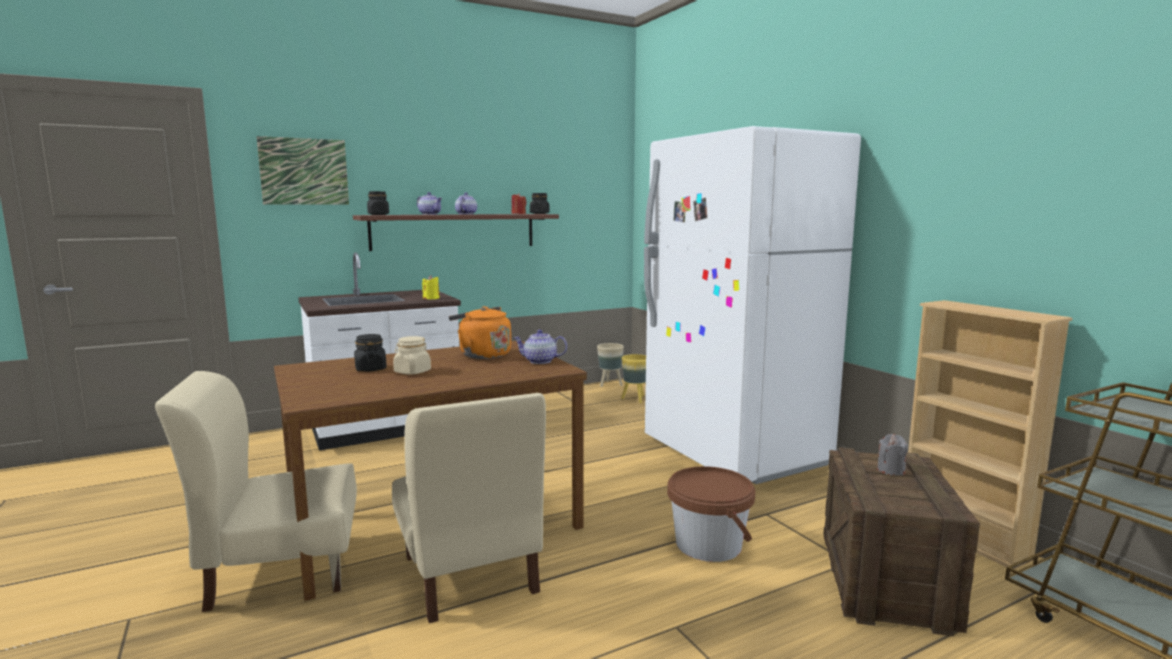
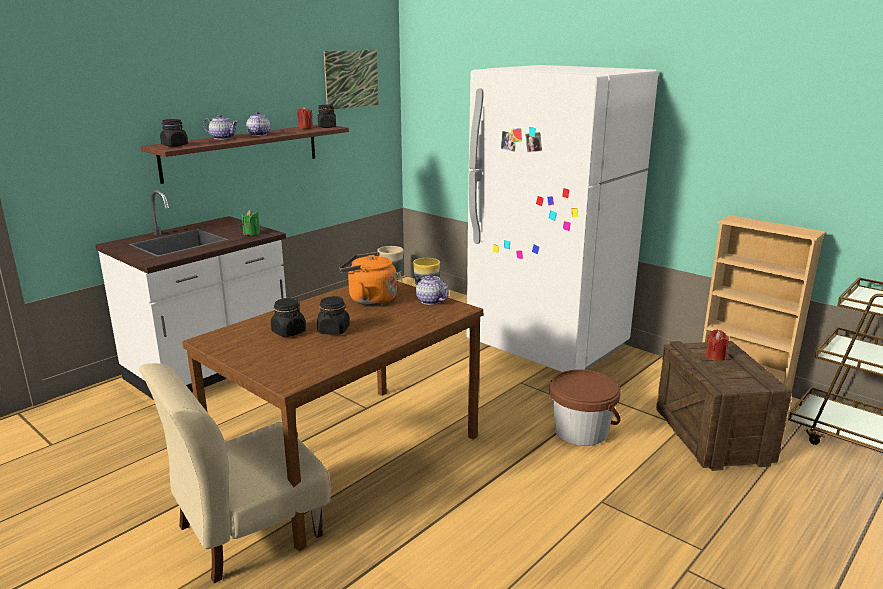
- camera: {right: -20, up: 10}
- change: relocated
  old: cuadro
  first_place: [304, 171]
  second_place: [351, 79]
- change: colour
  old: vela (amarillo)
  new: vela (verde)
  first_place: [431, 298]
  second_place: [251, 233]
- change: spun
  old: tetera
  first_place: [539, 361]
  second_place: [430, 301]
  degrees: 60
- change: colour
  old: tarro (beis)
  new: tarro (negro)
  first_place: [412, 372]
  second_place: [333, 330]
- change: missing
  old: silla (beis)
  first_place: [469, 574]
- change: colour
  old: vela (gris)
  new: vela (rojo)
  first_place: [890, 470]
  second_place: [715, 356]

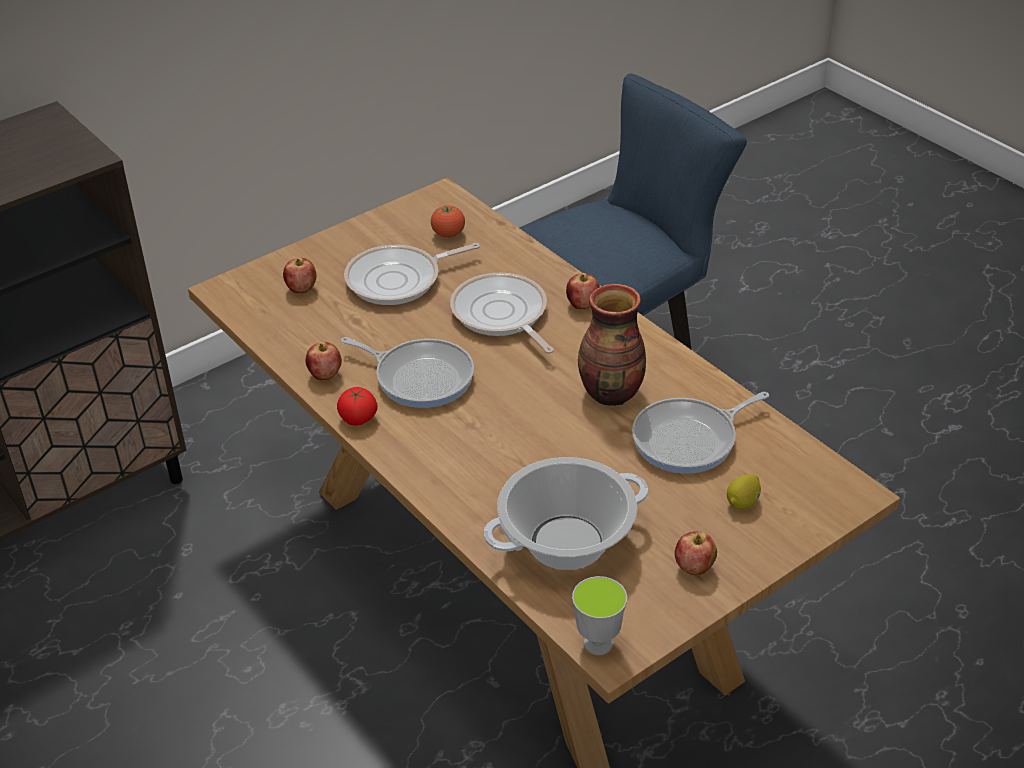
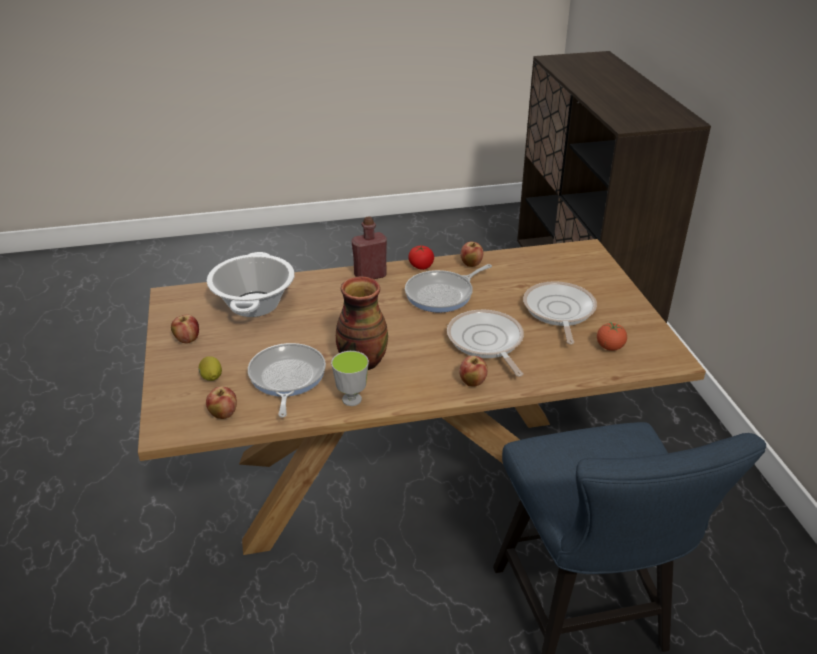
- camera: {right: 115, up: -5}
- change: relocated
  old: manzana
  first_place: [301, 289]
  second_place: [223, 414]
- change: spun
  old: sartén
  first_place: [501, 315]
  second_place: [486, 342]
  degrees: -105
- change: relocated
  old: taza
  first_place: [598, 644]
  second_place: [351, 399]
- change: appeared
  new: botella (rojo)
  second_place: [370, 275]

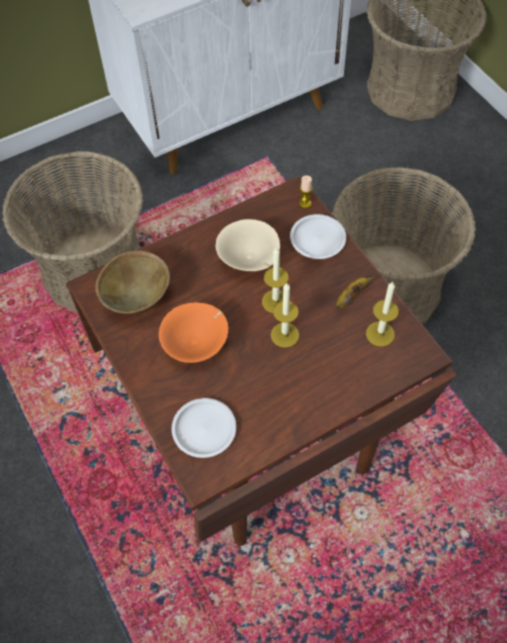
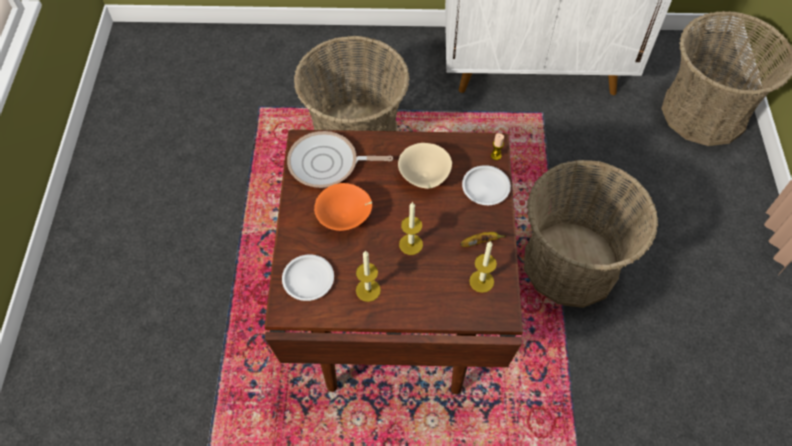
- camera: {right: 30, up: 0}
- change: relocated
  old: vela
  first_place: [275, 301]
  second_place: [368, 290]
- change: exchanged
  old: cuenco (marrón)
  new: sartén
  first_place: [137, 298]
  second_place: [327, 164]

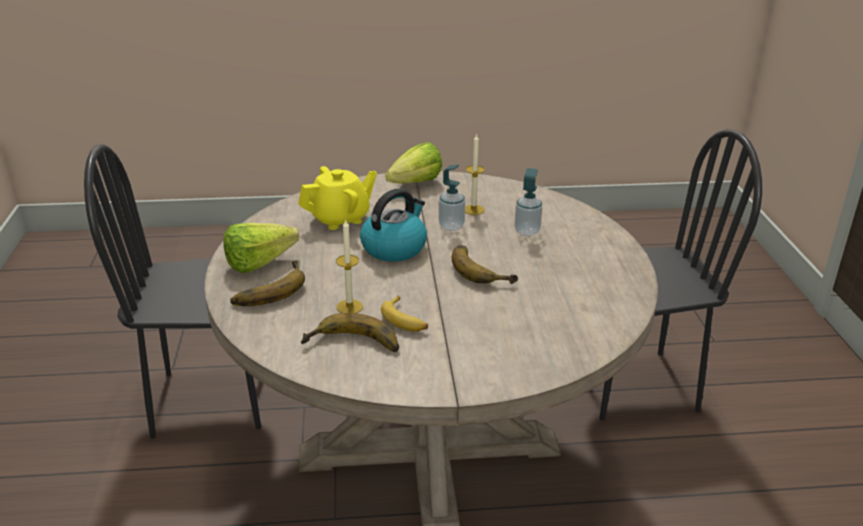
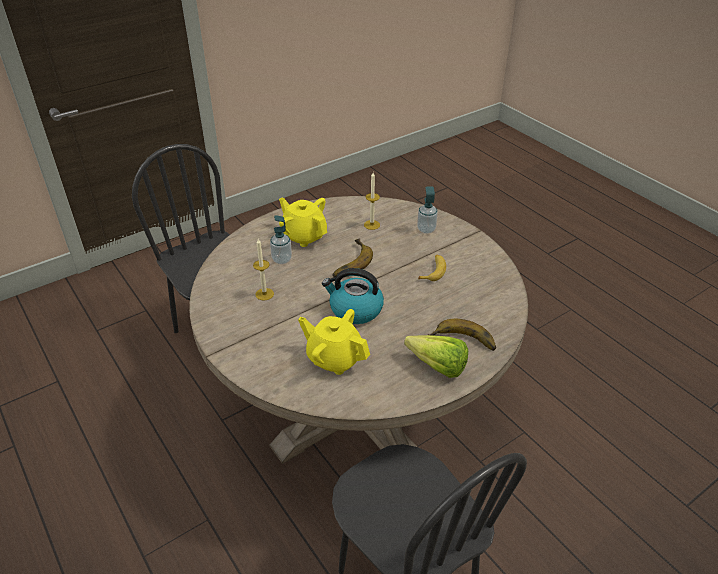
- camera: {right: -120, up: 10}
- change: missing
  old: lechuga
  first_place: [410, 185]
- change: relocated
  old: dispensador de jabón
  first_place: [451, 226]
  second_place: [426, 229]
- change: relocated
  old: vela
  first_place: [349, 307]
  second_place: [372, 225]
- change: missing
  old: plátano
  first_place: [352, 346]
- change: appeared
  new: tetera (amarillo)
  second_place: [304, 236]

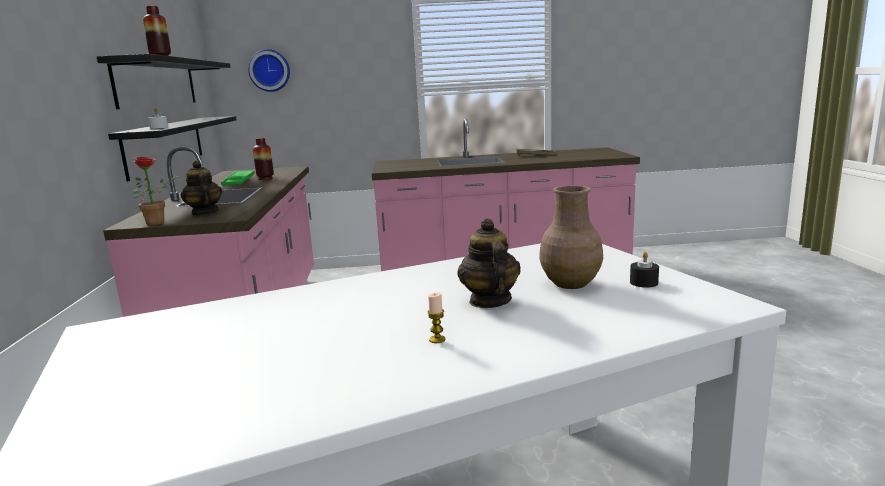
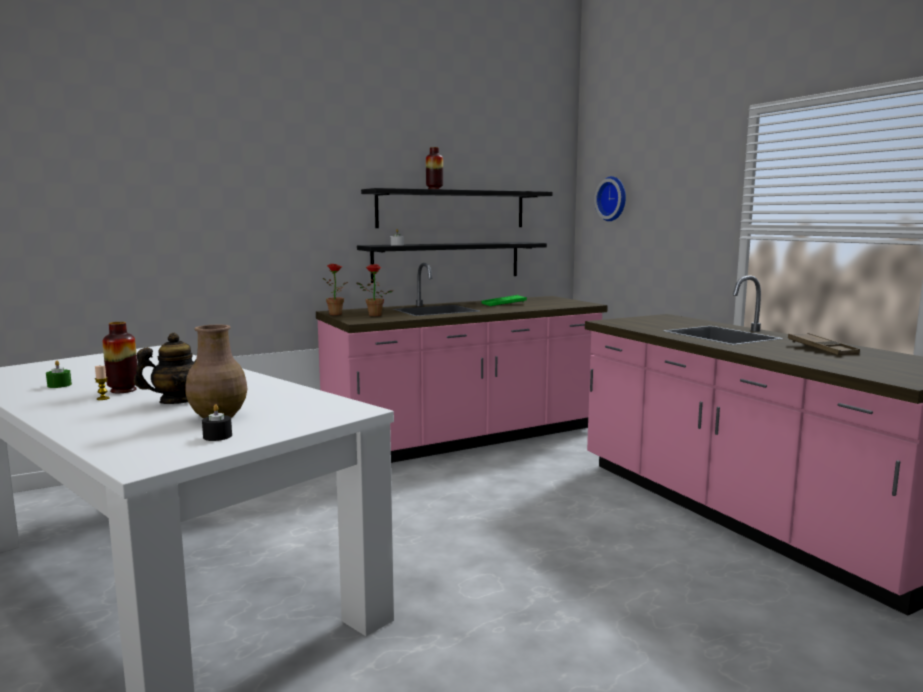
- camera: {right: 65, up: -5}
- change: relocated
  old: florero
  first_place: [265, 178]
  second_place: [123, 390]
- change: exchanged
  old: tetera
  new: planta en maceta
  first_place: [204, 212]
  second_place: [373, 315]
- change: appeared
  new: vela (verde)
  second_place: [59, 385]

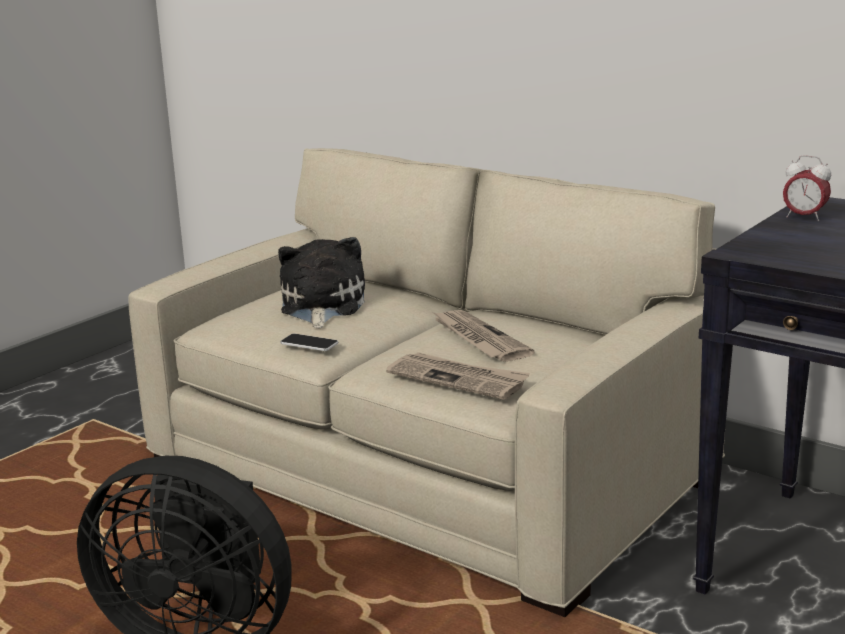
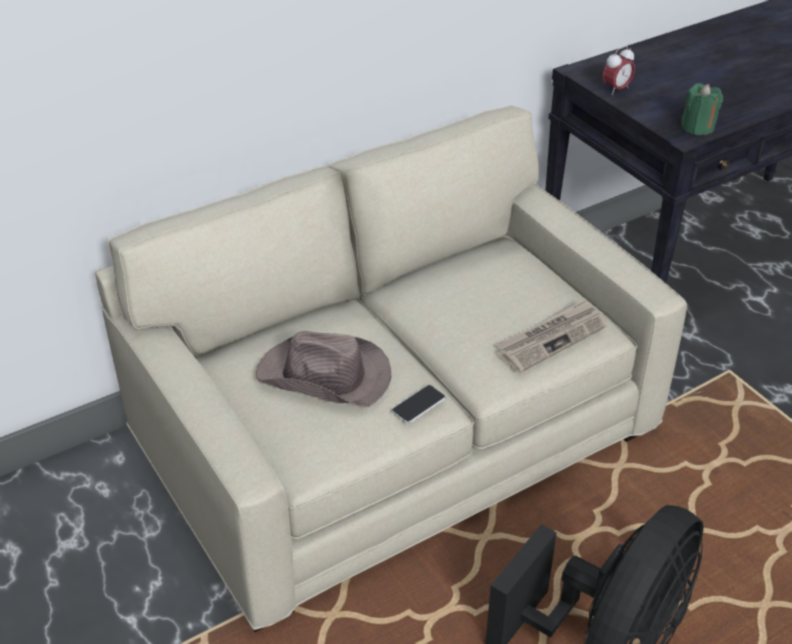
- camera: {right: -70, up: 20}
- change: exchanged
  old: peluche
  new: sombrero (marrón)
  first_place: [321, 306]
  second_place: [325, 377]
- change: missing
  old: periódico
  first_place: [478, 339]
- change: appeared
  new: vela (verde)
  second_place: [698, 127]

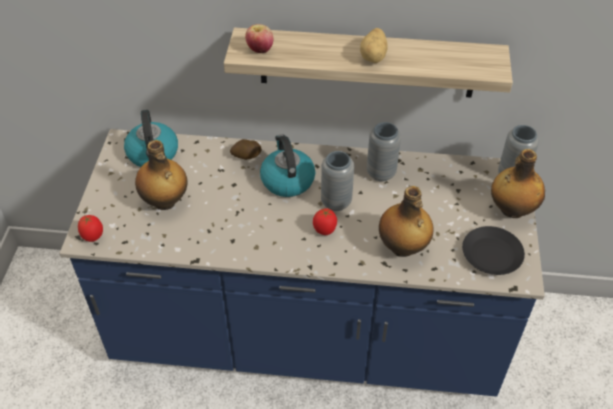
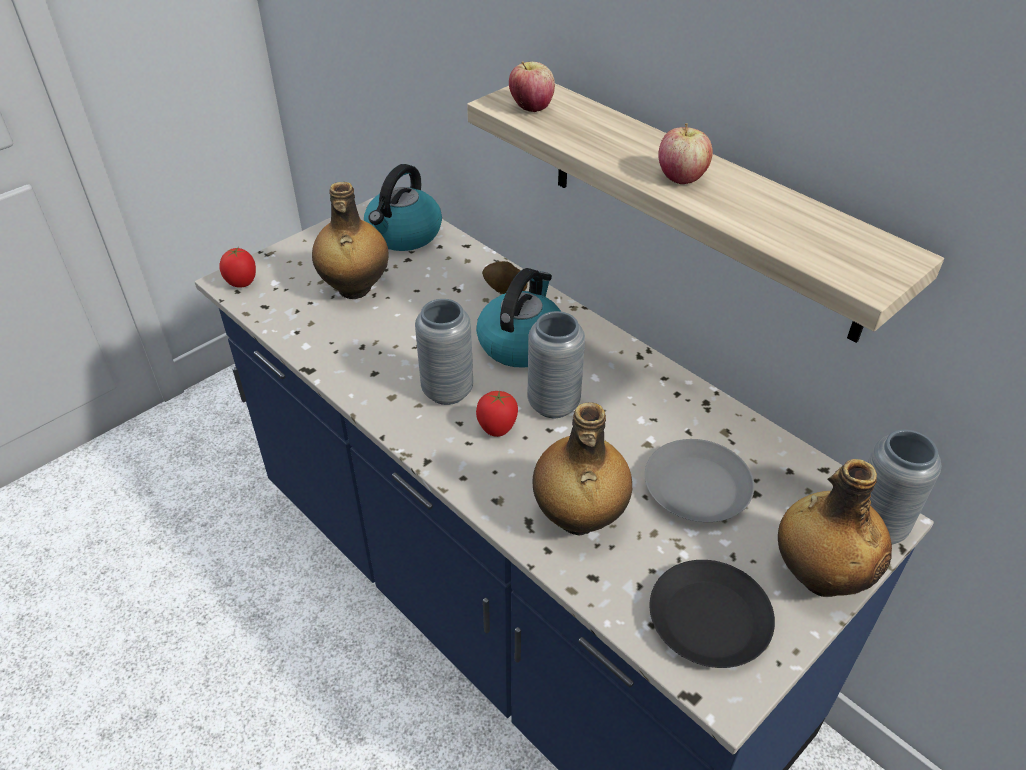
- camera: {right: 40, up: -5}
- change: exchanged
  old: patata
  new: manzana
  first_place: [374, 56]
  second_place: [681, 177]
- change: relocated
  old: florero (gris)
  first_place: [381, 173]
  second_place: [447, 391]
- change: appeared
  new: plato (gris)
  second_place: [696, 487]

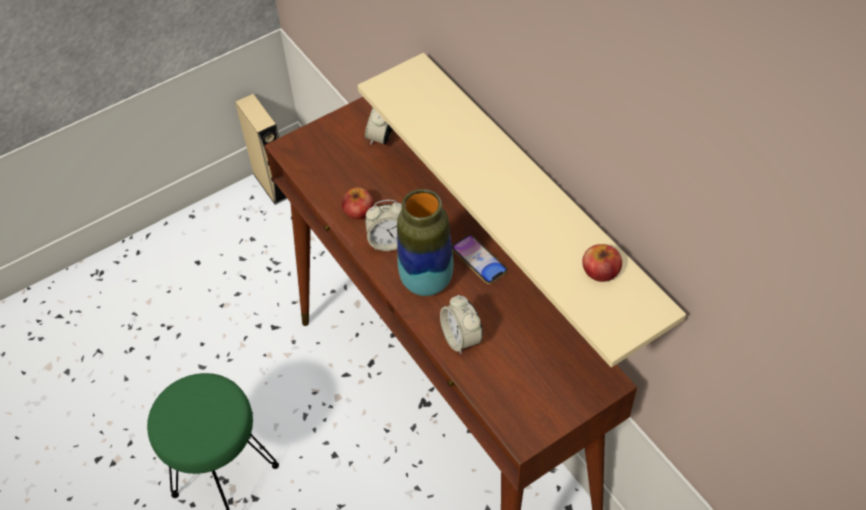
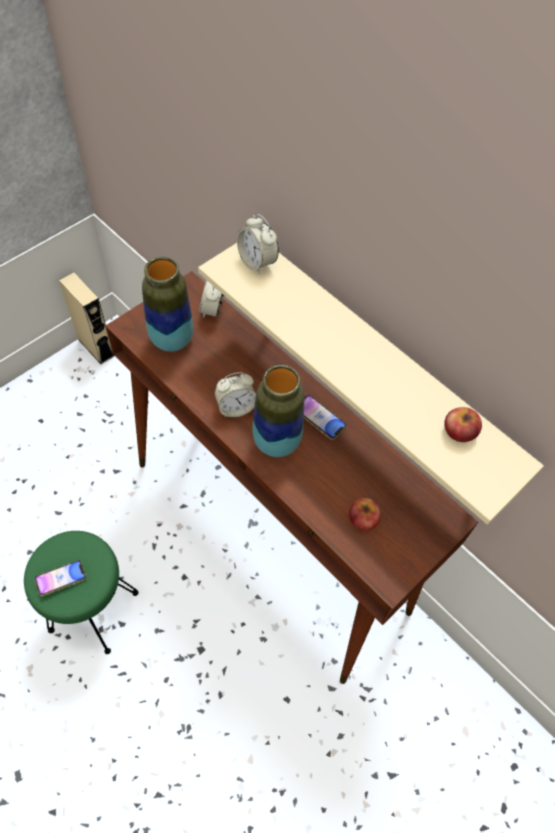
- camera: {right: -15, up: 5}
- change: relocated
  old: manzana
  first_place: [358, 210]
  second_place: [363, 518]
- change: relocated
  old: despertador
  first_place: [461, 338]
  second_place: [257, 262]
- change: appeared
  new: florero
  second_place: [172, 340]
- change: appeared
  new: móvil
  second_place: [61, 579]

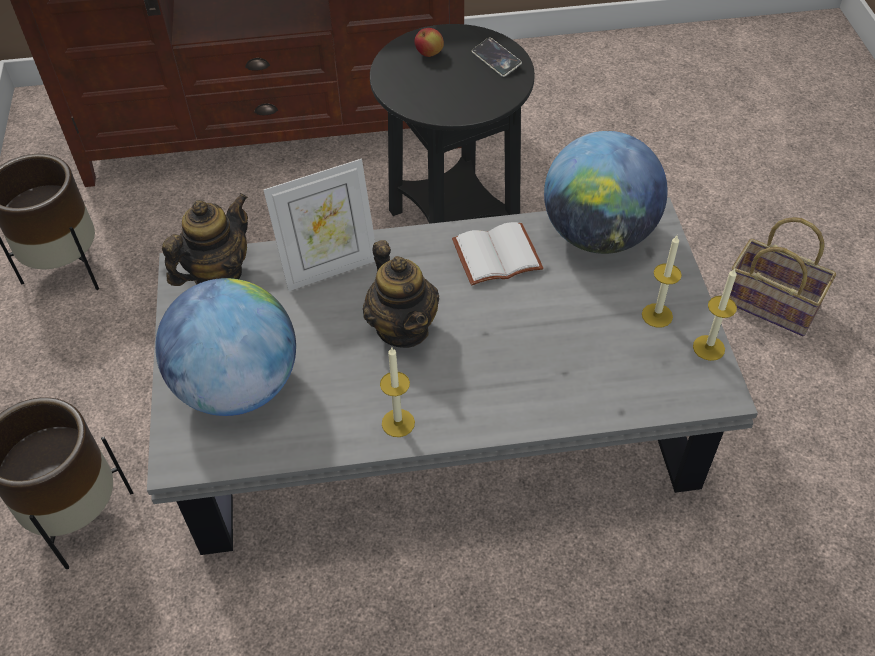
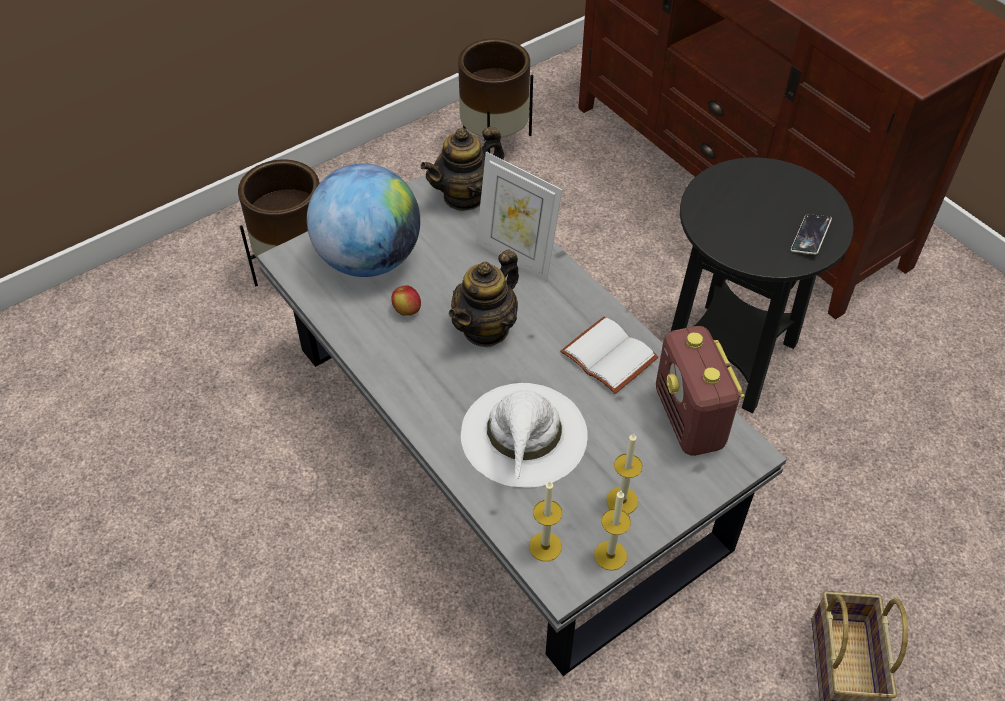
- camera: {right: 60, up: 0}
- change: relocated
  old: manzana
  first_place: [429, 54]
  second_place: [407, 310]
- change: exchanged
  old: globo terráqueo
  new: radio
  first_place: [598, 235]
  second_place: [690, 420]
- change: spun
  old: tetera
  first_place: [217, 273]
  second_place: [465, 196]
  degrees: 135
- change: relocated
  old: vela
  first_place: [398, 423]
  second_place: [545, 546]
- change: appeared
  new: sombrero (blanco)
  second_place: [524, 436]

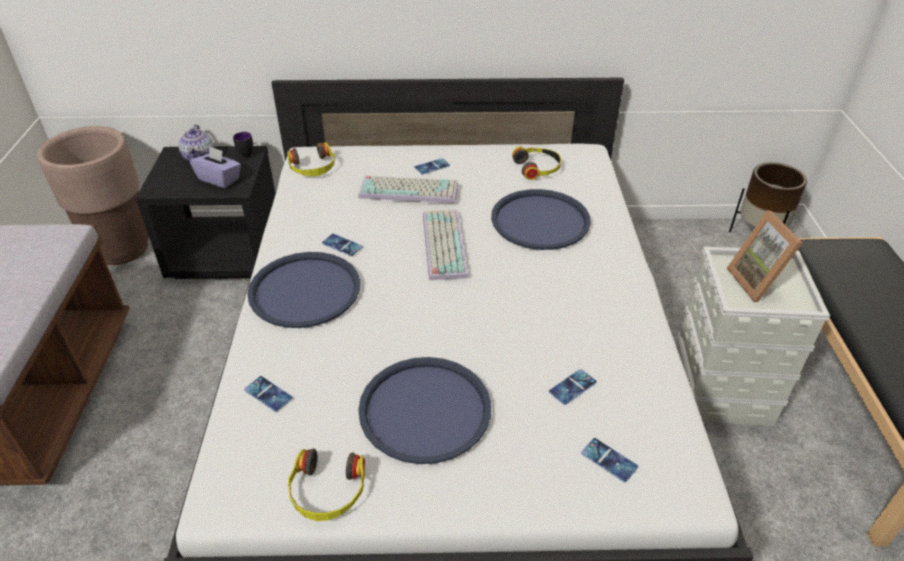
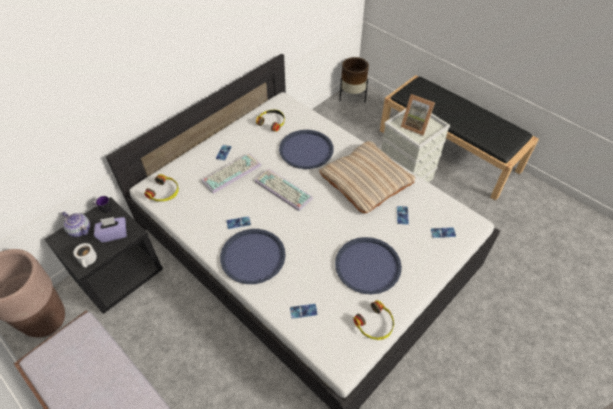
- camera: {right: -45, up: 10}
- change: appeared
  new: cojín (beis)
  second_place: [366, 180]
- change: appeared
  new: taza grande (blanco)
  second_place: [89, 260]

